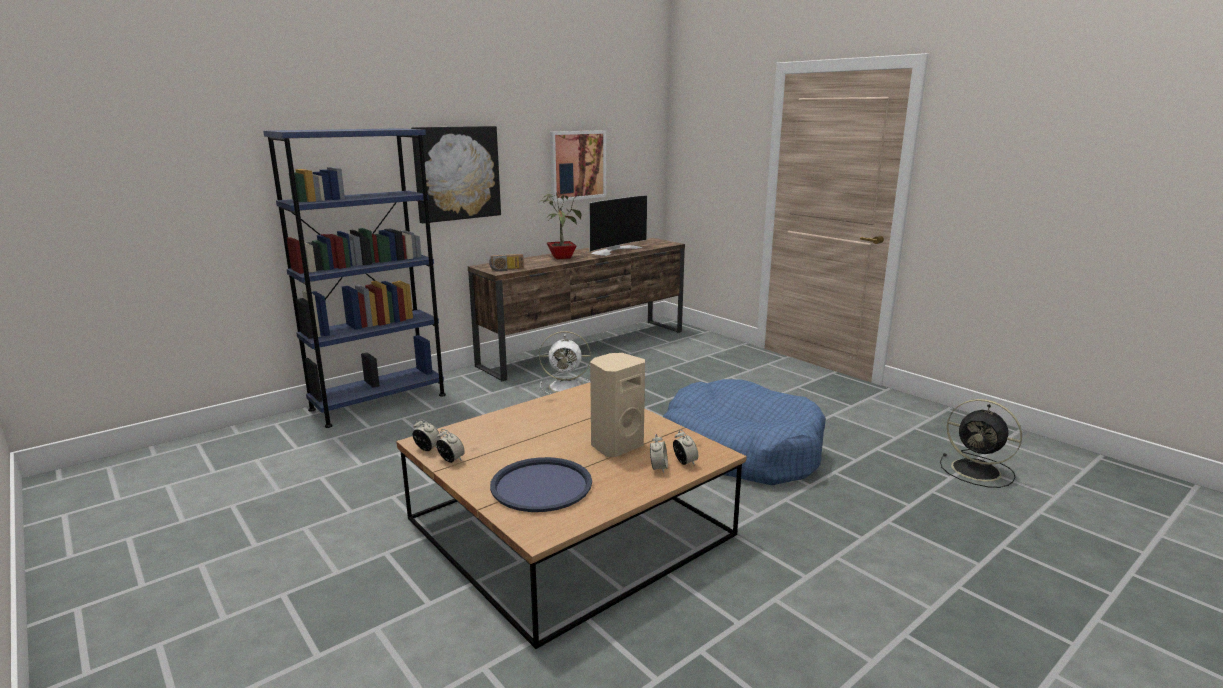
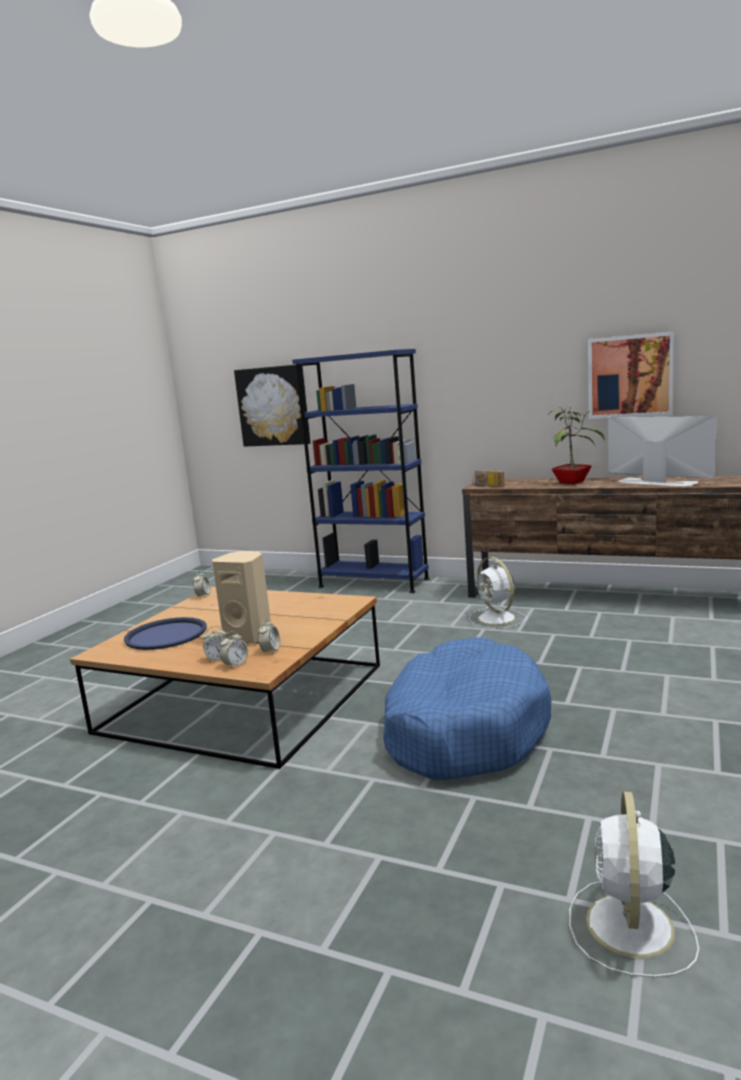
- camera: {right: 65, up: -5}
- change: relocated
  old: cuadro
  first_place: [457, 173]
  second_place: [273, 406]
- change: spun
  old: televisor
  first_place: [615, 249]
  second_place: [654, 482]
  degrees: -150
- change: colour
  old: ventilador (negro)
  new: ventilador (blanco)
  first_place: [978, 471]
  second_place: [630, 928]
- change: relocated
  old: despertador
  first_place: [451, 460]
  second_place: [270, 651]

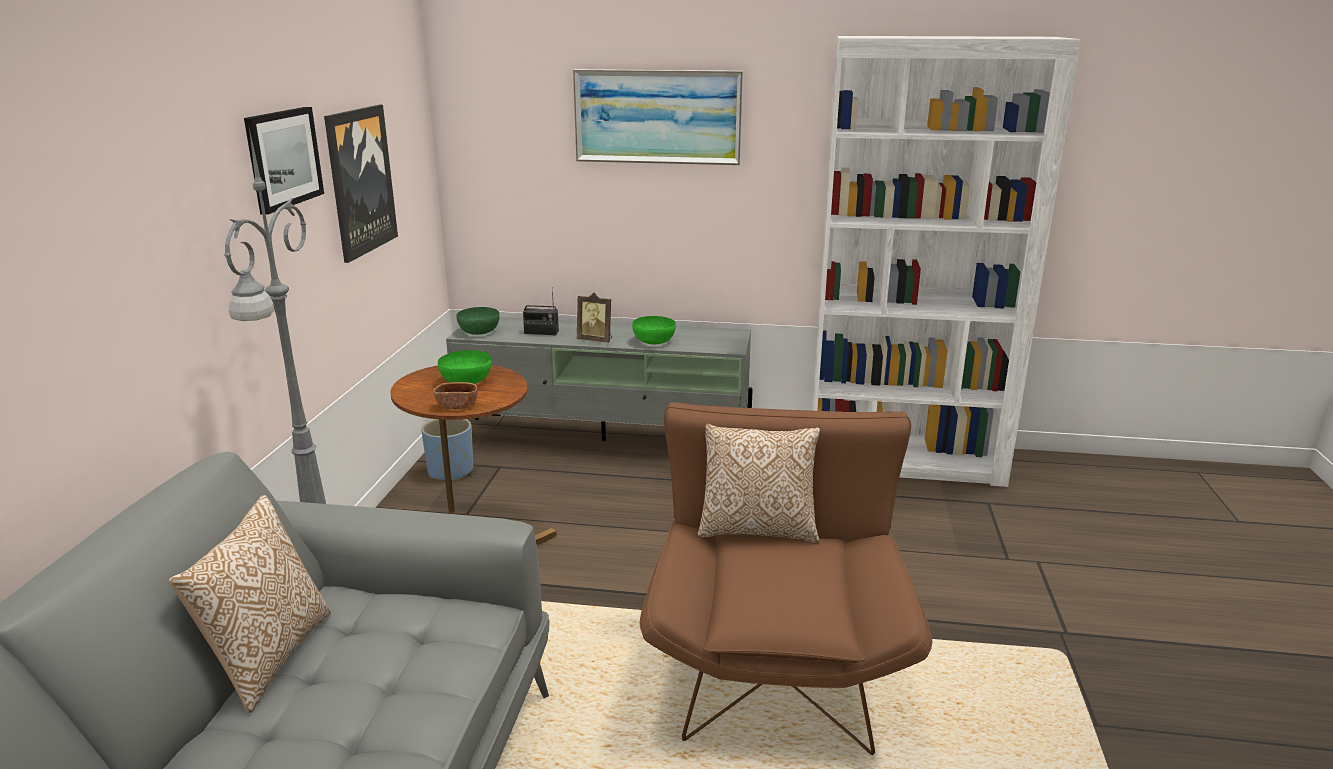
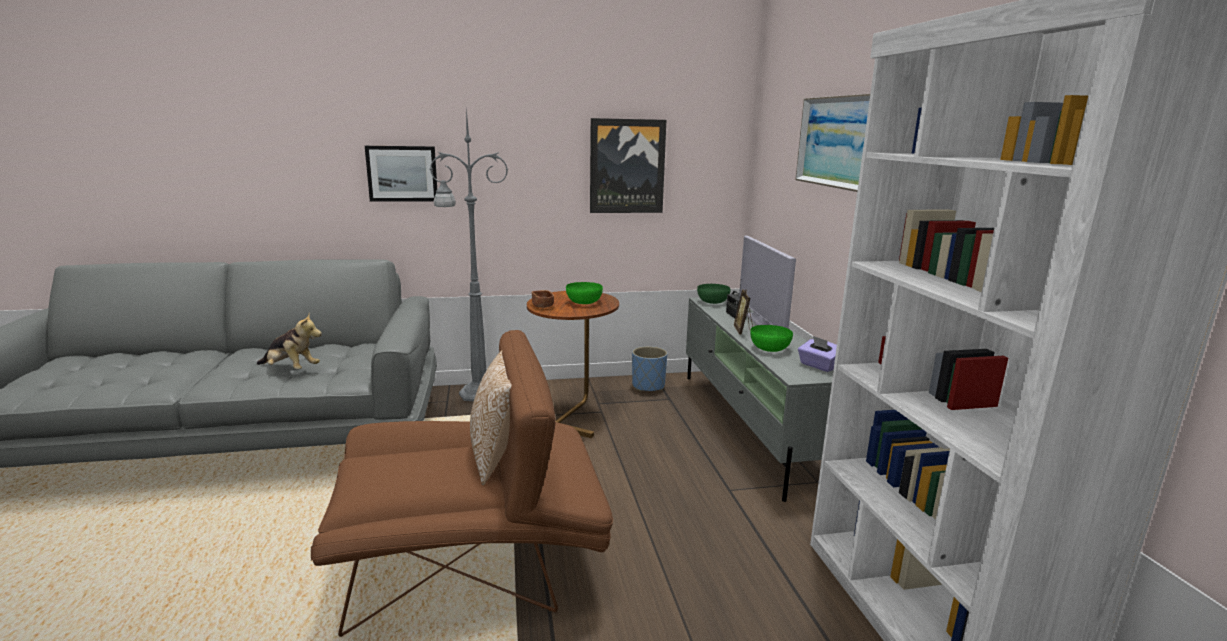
- camera: {right: 70, up: -5}
- change: relocated
  old: cuadro
  first_place: [283, 158]
  second_place: [402, 173]
- change: missing
  old: cojín
  first_place: [268, 657]
- change: appeared
  new: televisor
  second_place: [764, 322]
- change: appeared
  new: peluche
  second_place: [291, 369]
- change: appeared
  new: caja de pañuelos (morado)
  second_place: [818, 366]

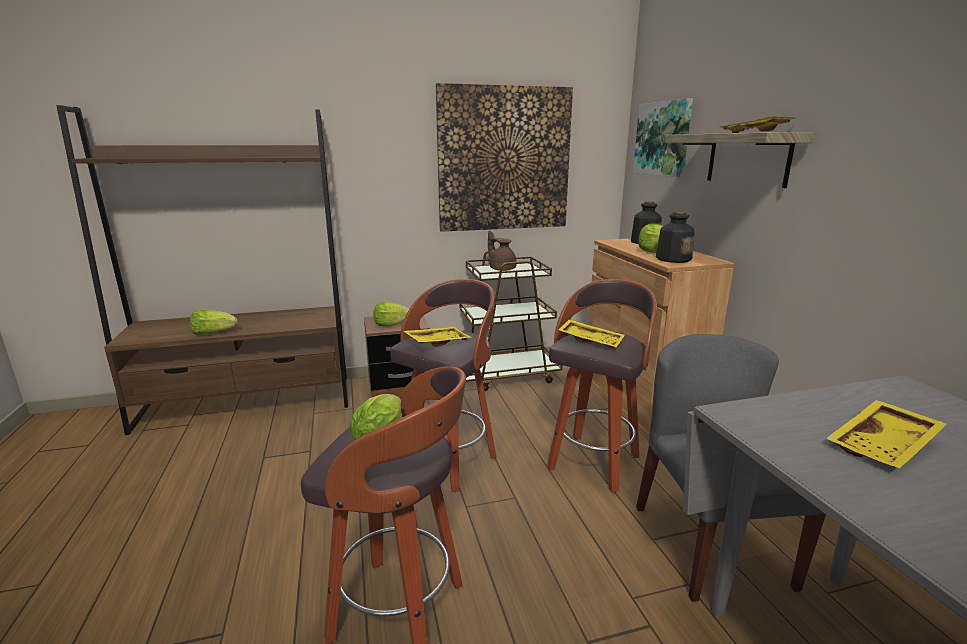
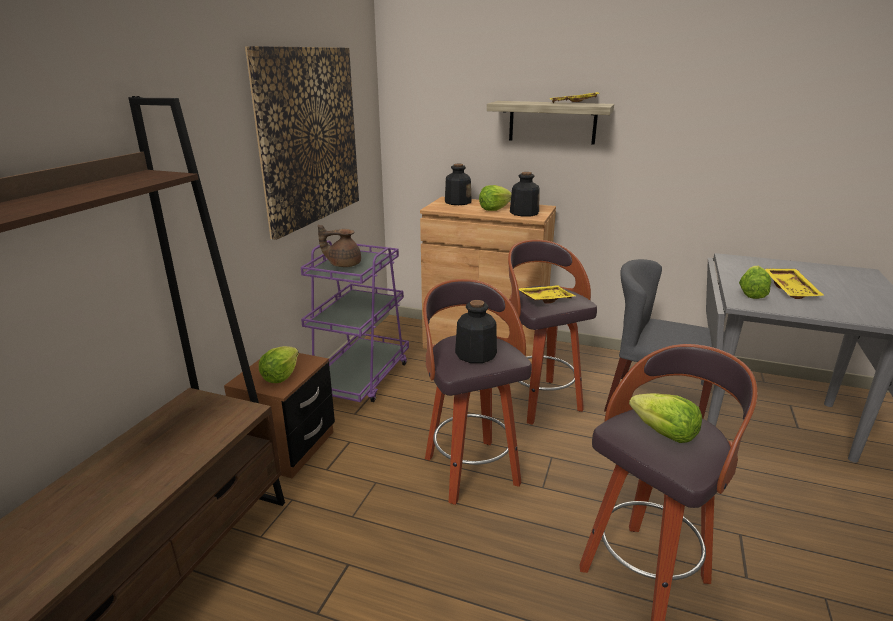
- camera: {right: -55, up: 5}
- change: missing
  old: cuadro
  first_place: [663, 139]
- change: colour
  old: carrito (marrón)
  new: carrito (morado)
  first_place: [506, 375]
  second_place: [360, 378]
- change: relocated
  old: lechuga
  first_place: [213, 333]
  second_place: [752, 293]
- change: exchanged
  old: bandeja (amarillo)
  new: botella
  first_place: [437, 342]
  second_place: [475, 354]

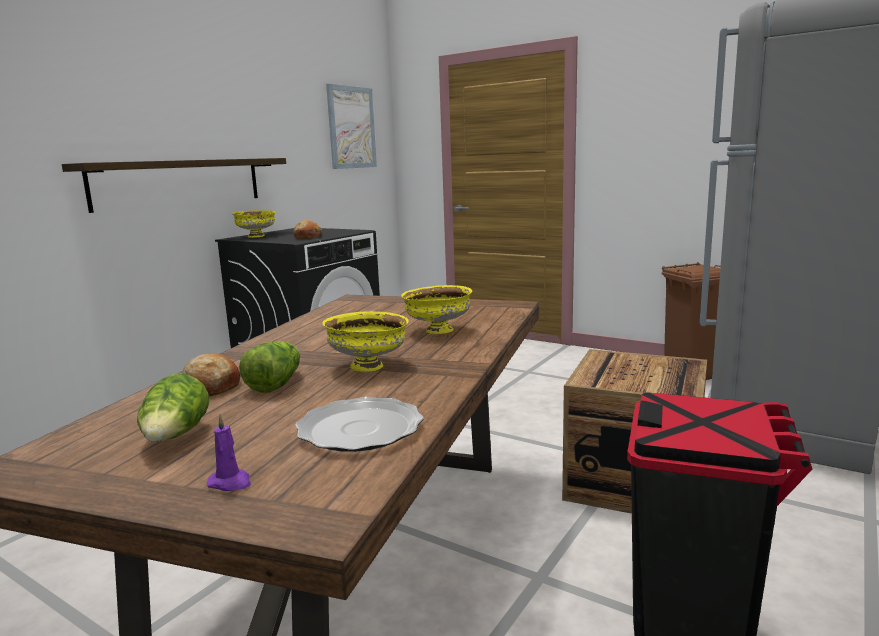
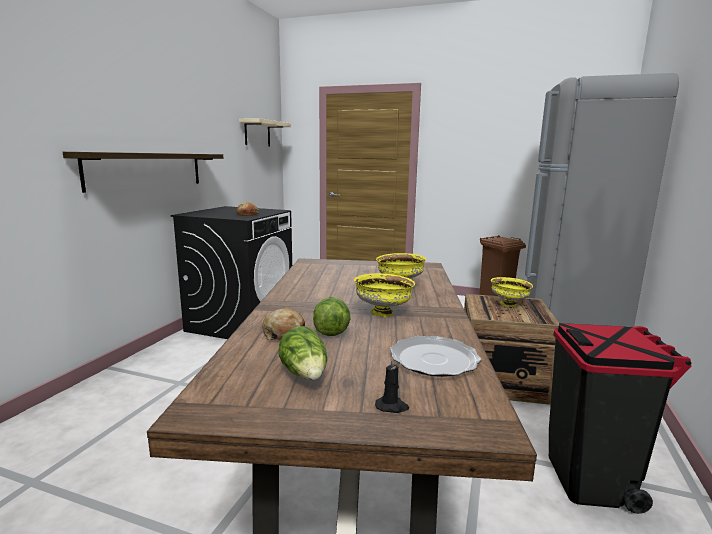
- camera: {right: -15, up: 0}
- change: exchanged
  old: cuadro
  new: estante (beis)
  first_place: [351, 127]
  second_place: [257, 133]
- change: relocated
  old: cuenco (amarillo)
  first_place: [257, 236]
  second_place: [509, 304]
- change: colour
  old: vela (morado)
  new: vela (negro)
  first_place: [230, 483]
  second_place: [392, 406]

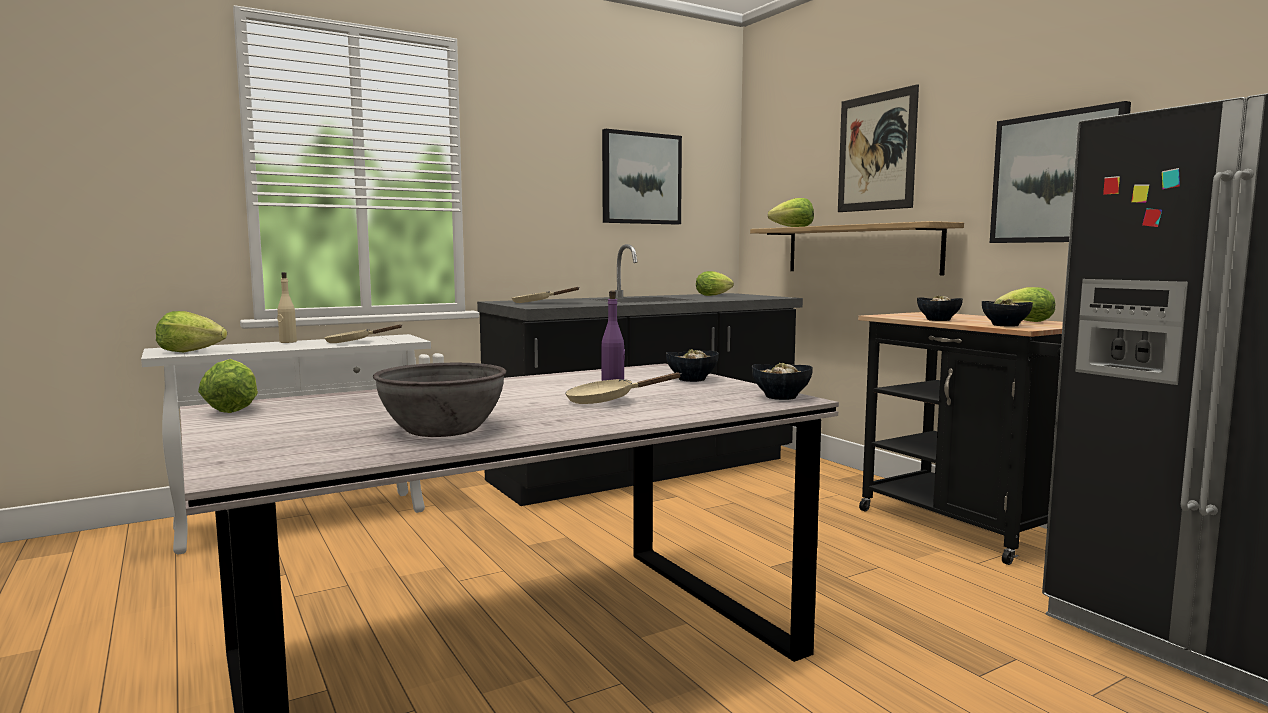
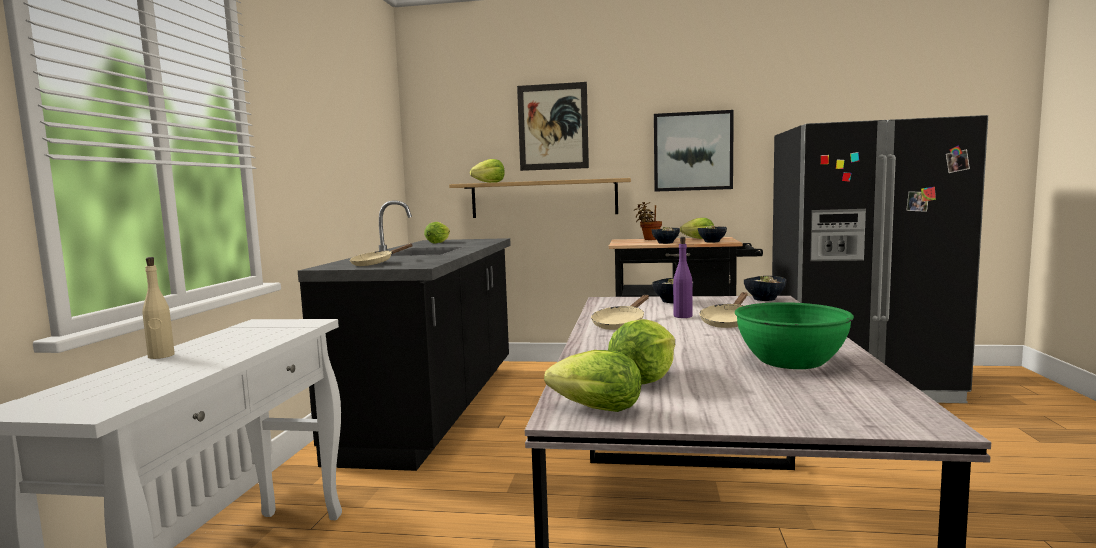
- camera: {right: -50, up: 0}
- change: missing
  old: cuadro
  first_place: [641, 178]
- change: relocated
  old: lechuga
  first_place: [190, 351]
  second_place: [645, 378]
- change: relocated
  old: sartén (beis)
  first_place: [353, 342]
  second_place: [620, 324]
- change: colour
  old: cuenco (gris)
  new: cuenco (verde)
  first_place: [443, 429]
  second_place: [790, 361]
- change: appeared
  new: planta en maceta
  second_place: [649, 239]

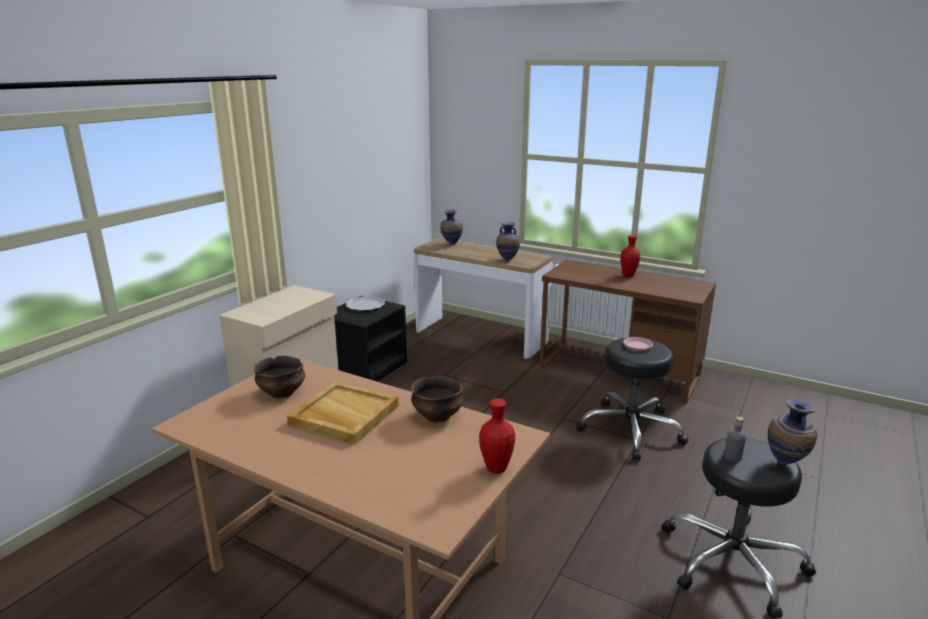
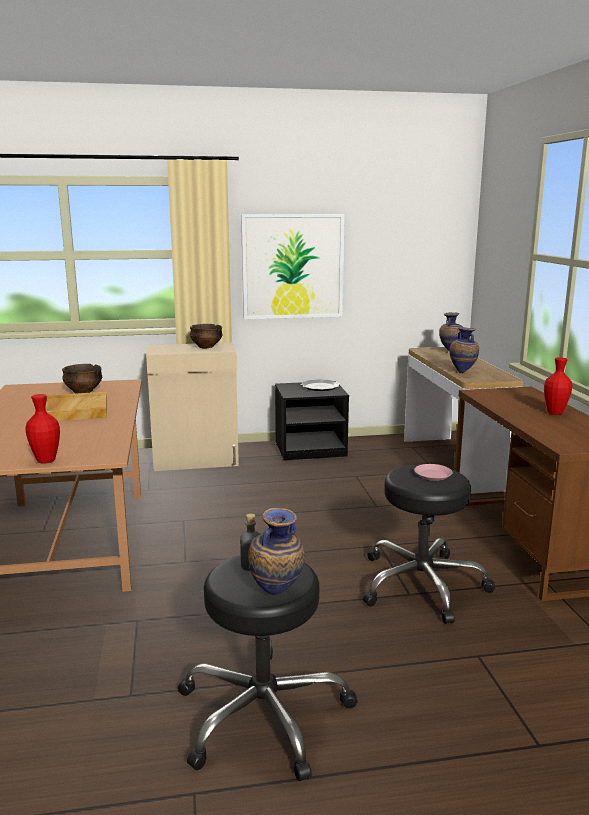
- camera: {right: 50, up: -5}
- change: relocated
  old: cuenco
  first_place: [437, 416]
  second_place: [206, 347]
- change: appeared
  new: cuadro
  second_place: [292, 266]

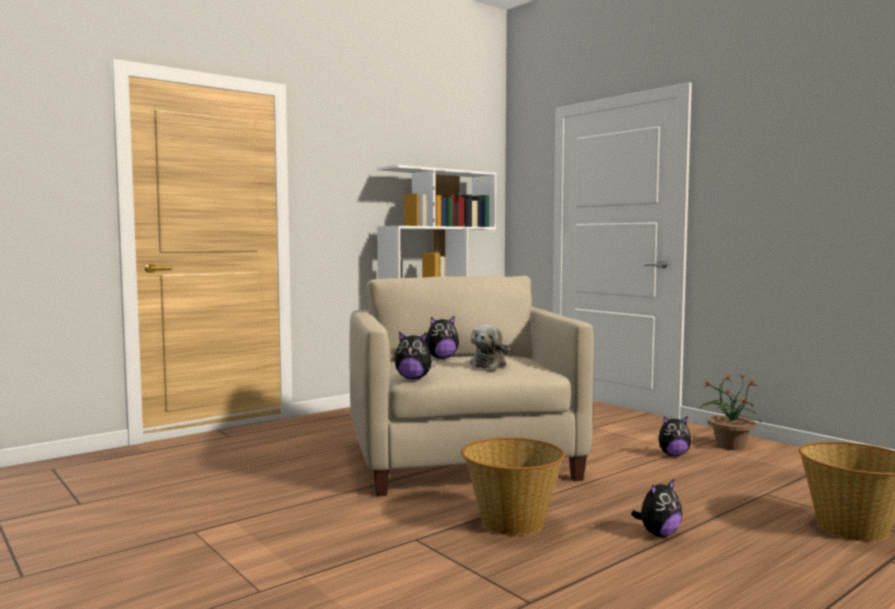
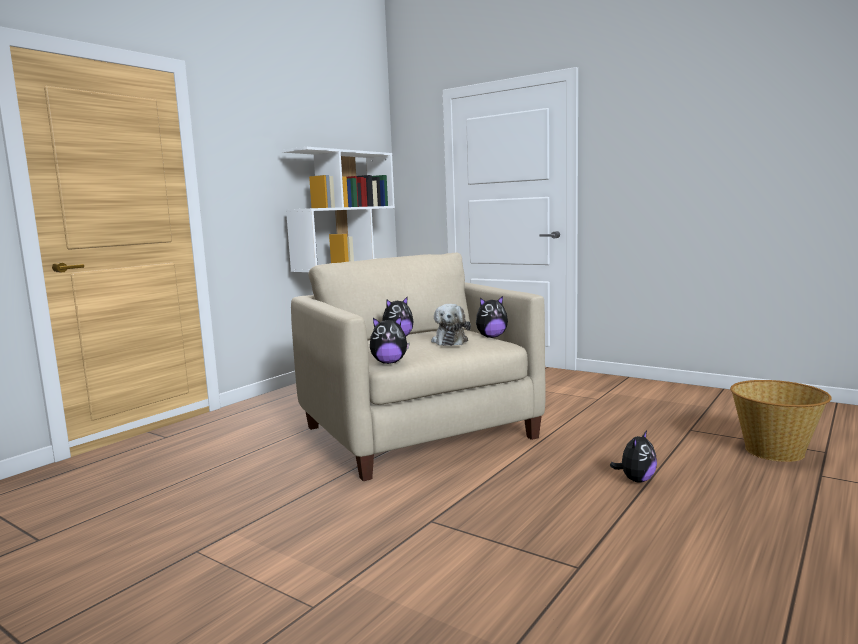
- camera: {right: -15, up: 5}
- change: missing
  old: planta en maceta
  first_place: [730, 446]
- change: relocated
  old: peluche
  first_place: [673, 455]
  second_place: [491, 337]
- change: missing
  old: cesta
  first_place: [512, 522]

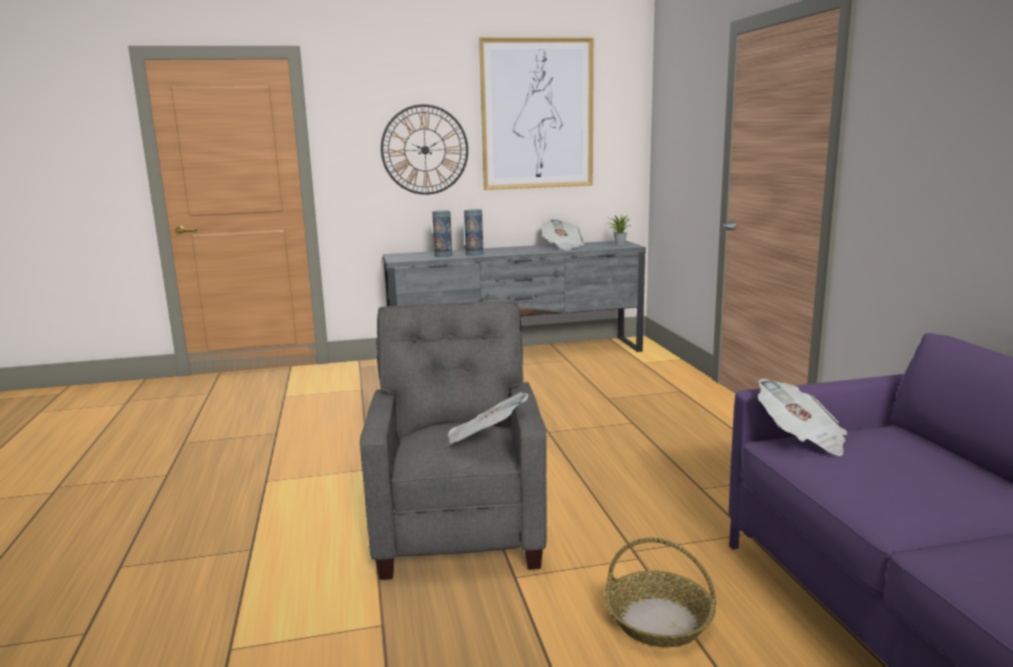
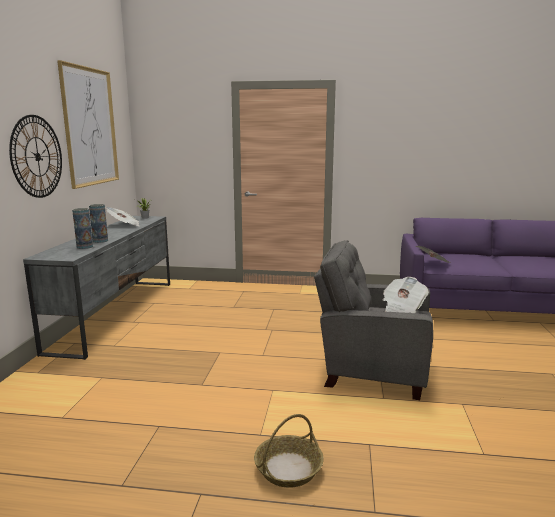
- camera: {right: -70, up: 0}
- change: relocated
  old: cesta
  first_place: [658, 620]
  second_place: [288, 469]

